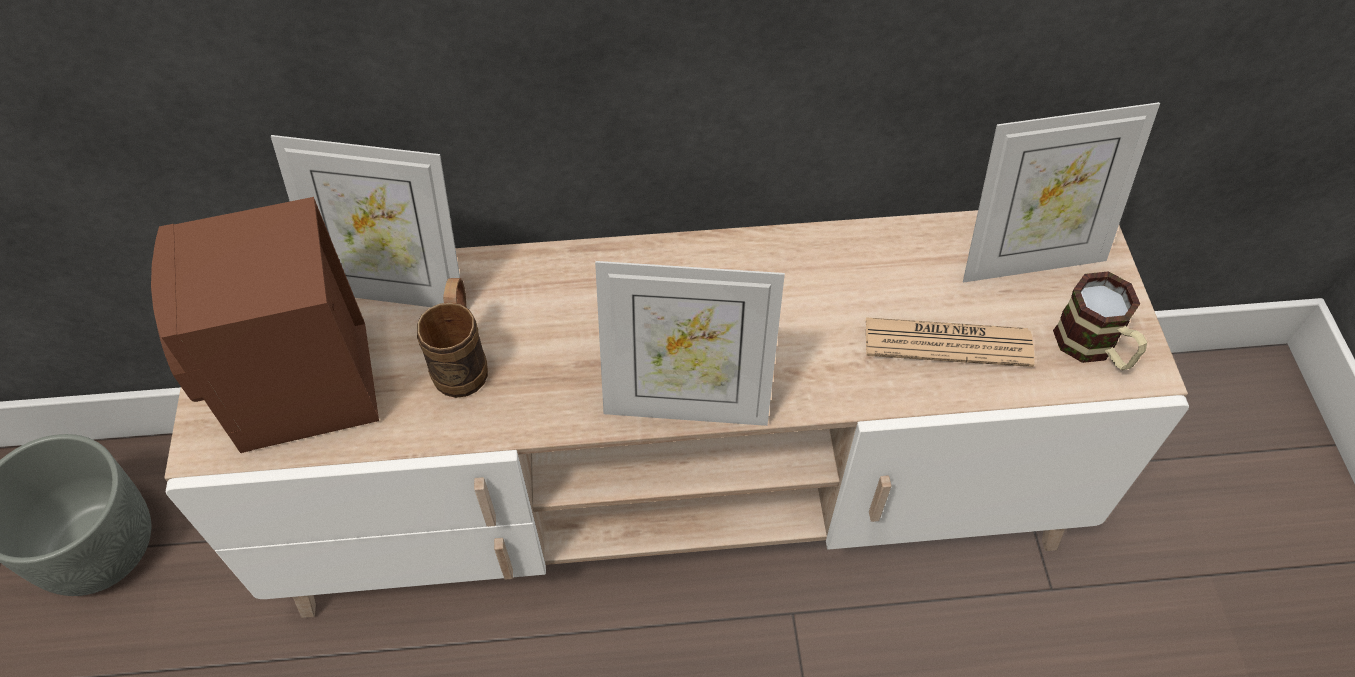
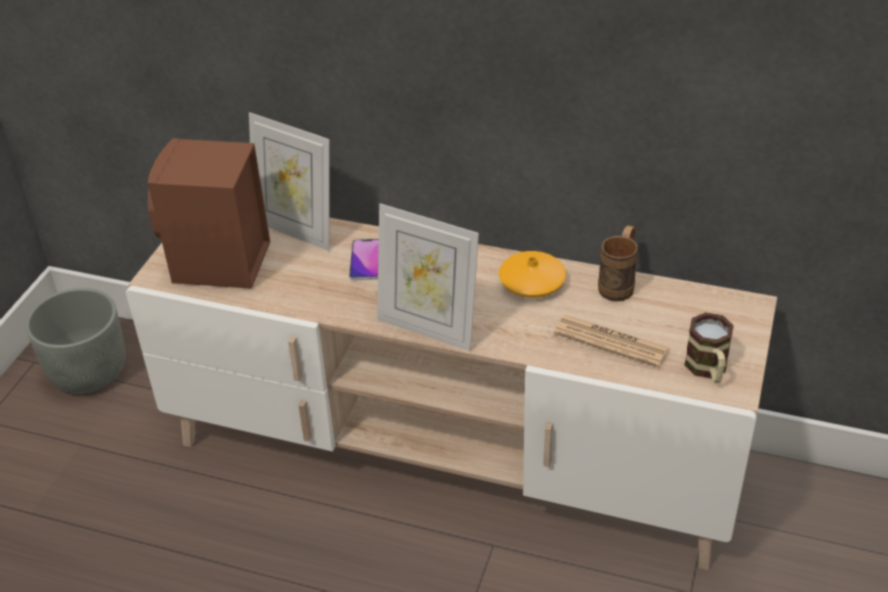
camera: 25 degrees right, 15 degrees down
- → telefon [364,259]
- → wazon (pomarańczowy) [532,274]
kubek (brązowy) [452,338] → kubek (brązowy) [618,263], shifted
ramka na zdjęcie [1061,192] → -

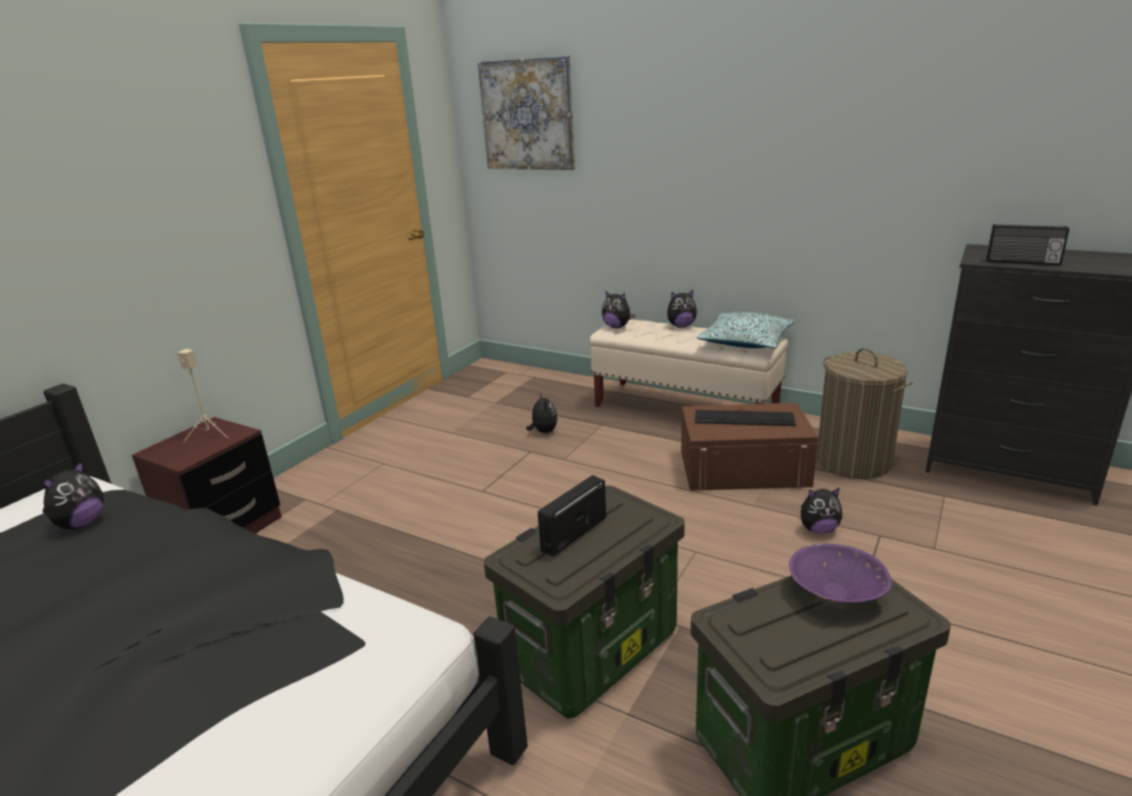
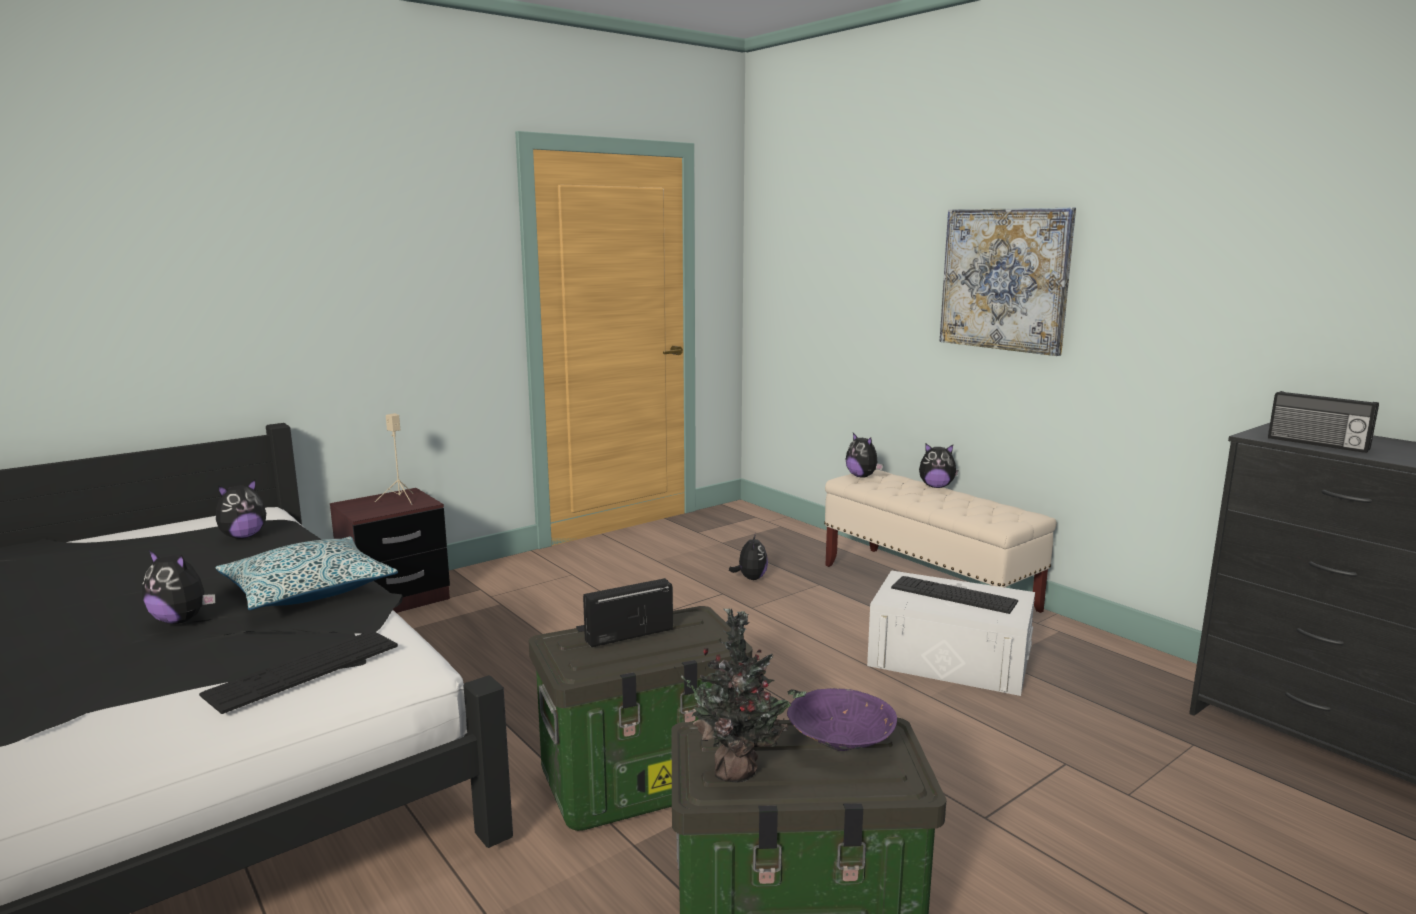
camera: 20 degrees right, 10 degrees down
pluszak [821,511] → pluszak [178,586], shifted
- → klawiatura [298,672]
poduszka [746,330] → poduszka [306,573], shifted
- → roślina doniczkowa [740,695]
pojemnik do przechowywania (brązowy) [749,446] → pojemnik do przechowywania (biały) [951,633]
obraz [526,112] → obraz [1008,281], shifted
kosz na pranie [865,413] → -

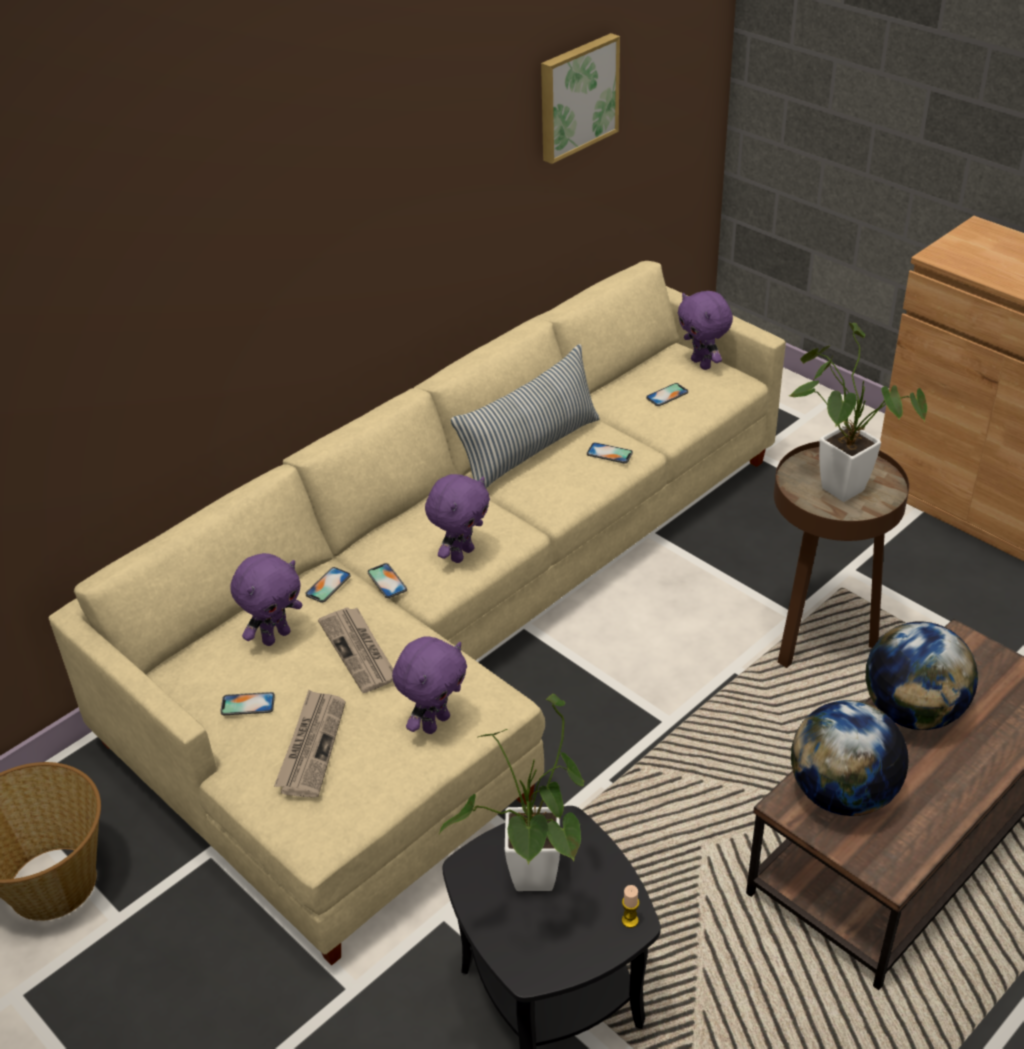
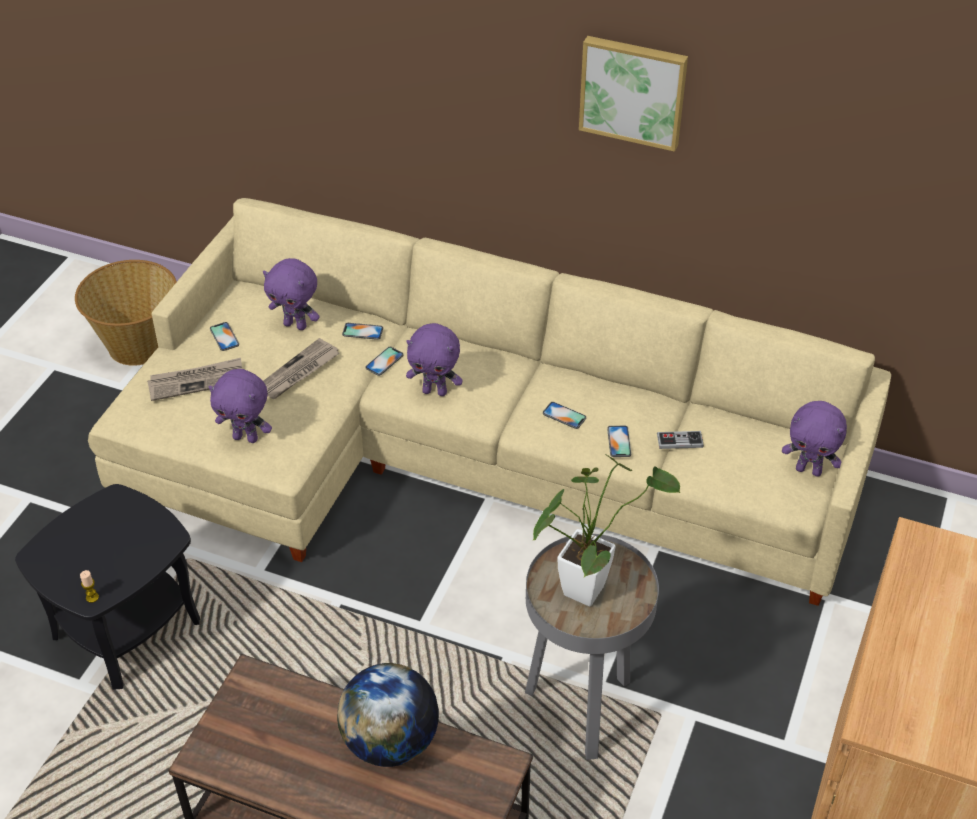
camera: 65 degrees right, 5 degrees up
stolik (brązowy) [841,554] → stolik (szary) [592,647]
telefon [667,394] → telefon [564,415], shifted
obraz [580,98] → obraz [633,94], shifted
- → pad do gier [680,440]
pluszak (fioletowy) [705,330] → pluszak (fioletowy) [814,439], 105 degrees counterclockwise
roślina doniczkowa [511,792] → -
poduszka [525,416] → -
globus [849,758] → -

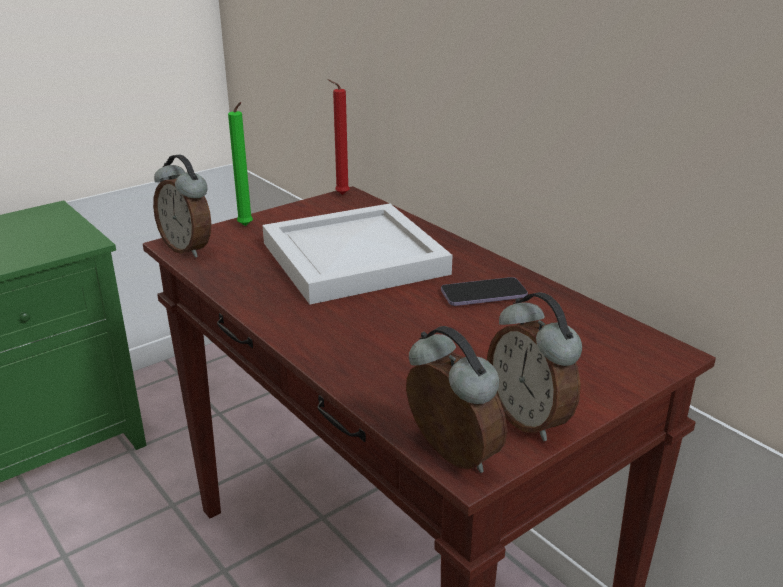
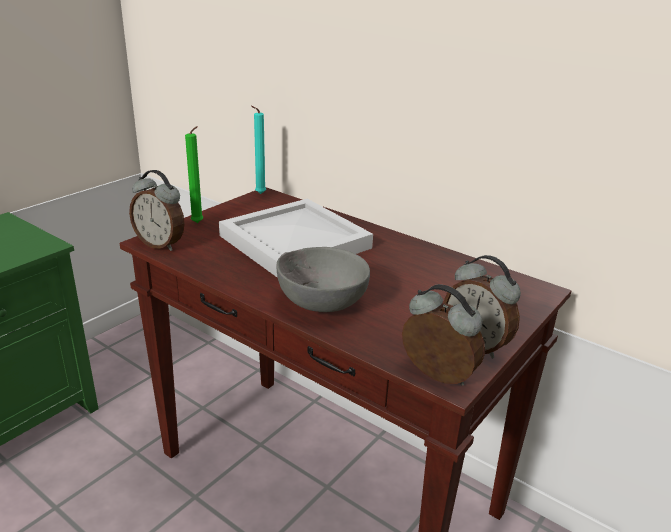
camera: 15 degrees left, 0 degrees up
świeca (czerwony) [338,137] → świeca (turkusowy) [258,150]
- → miska (szary) [323,279]
telefon [484,291] → -

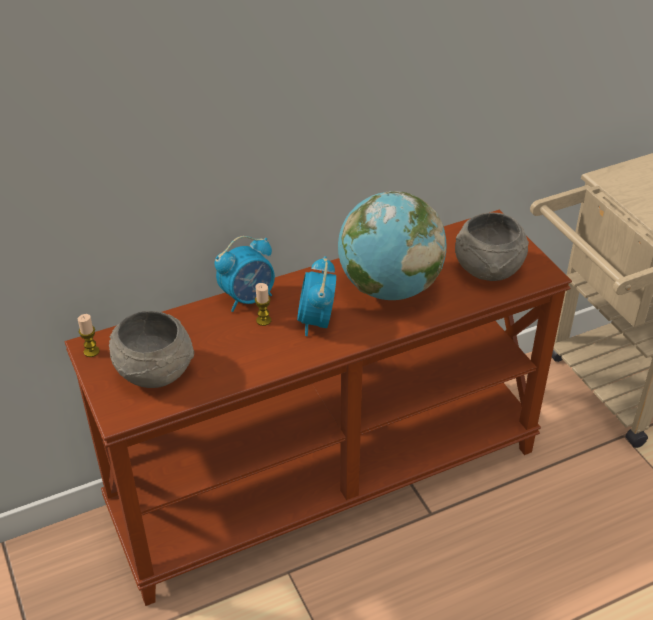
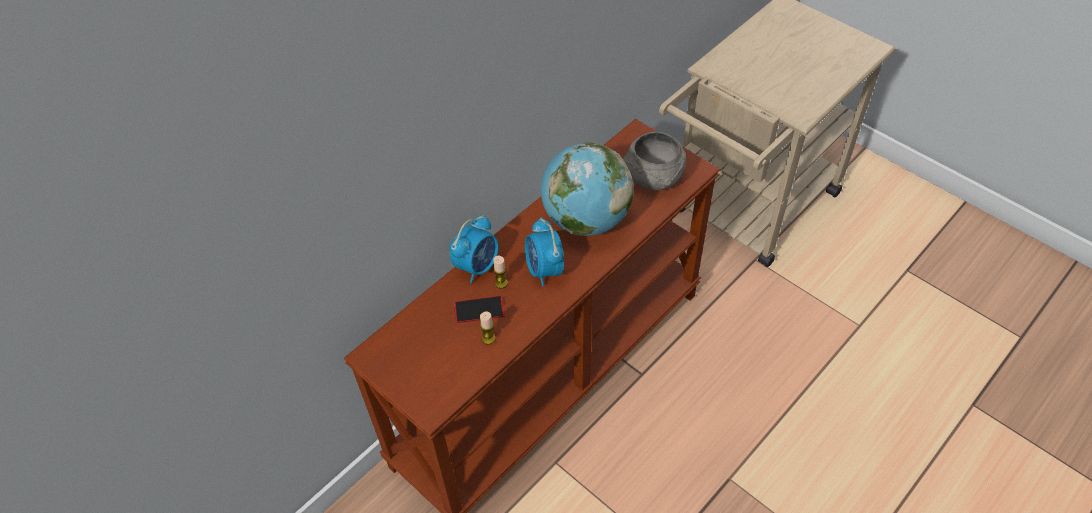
camera: 20 degrees left, 10 degrees up
- → telefon [479,309]
świeca [89,335] → świeca [488,327], shifted
miska (szary) [151,349] → -

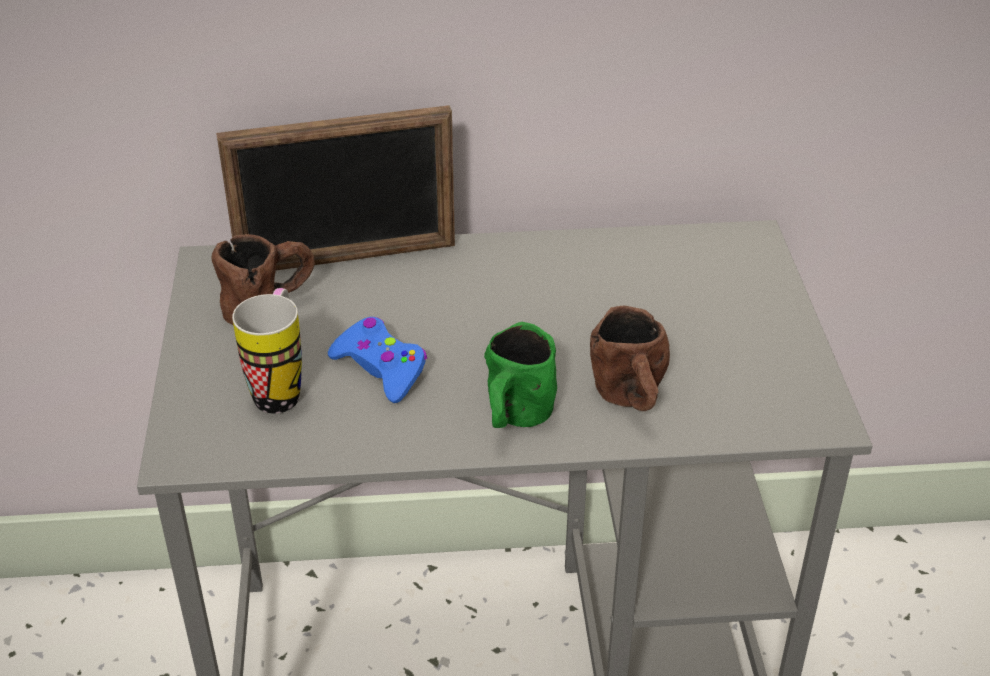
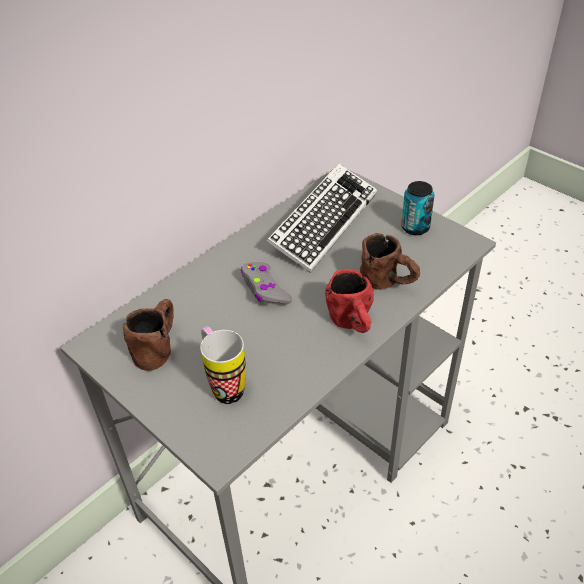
camera: 40 degrees left, 5 degrees up
- → pad do gier (szary) [266,283]
- → klawiatura [321,218]
kubek (zielony) [520,375] → kubek (czerwony) [349,301]
- → puszka [417,208]
ramka na zdjęcie [335,187] → -
pad do gier (niebieski) [377,360] → -

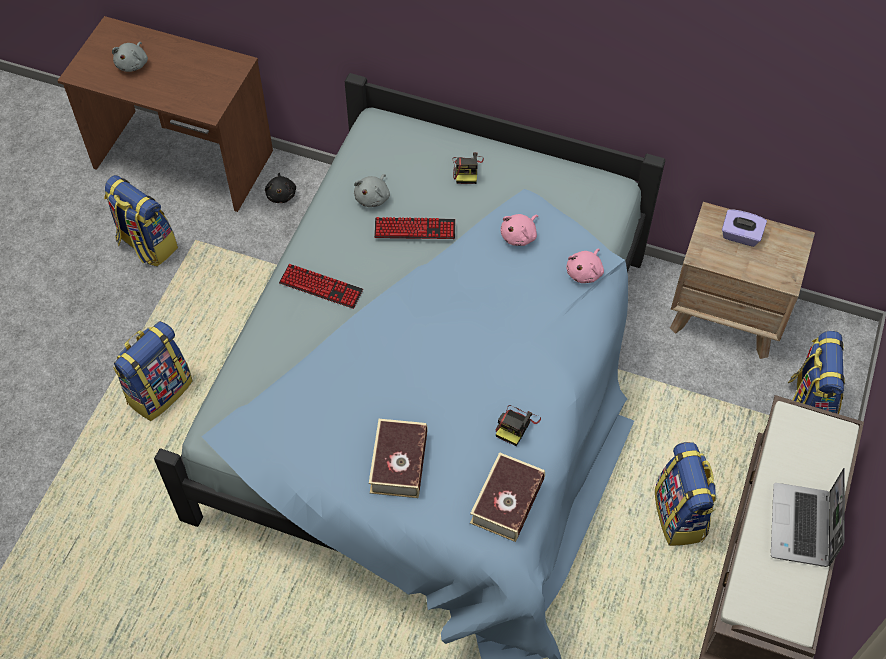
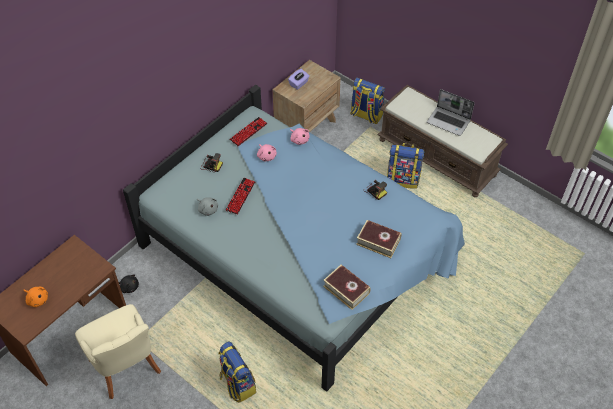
camera: 70 degrees left, 5 degrees down
pluszak (szary) [130,57] → pluszak (pomarańczowy) [35,297]
plecak [141,220] → krzesło (beżowy) [118,351]
klawiatura [321,286] → klawiatura [248,131], shifted
książka [507,497] → książka [346,287], shifted

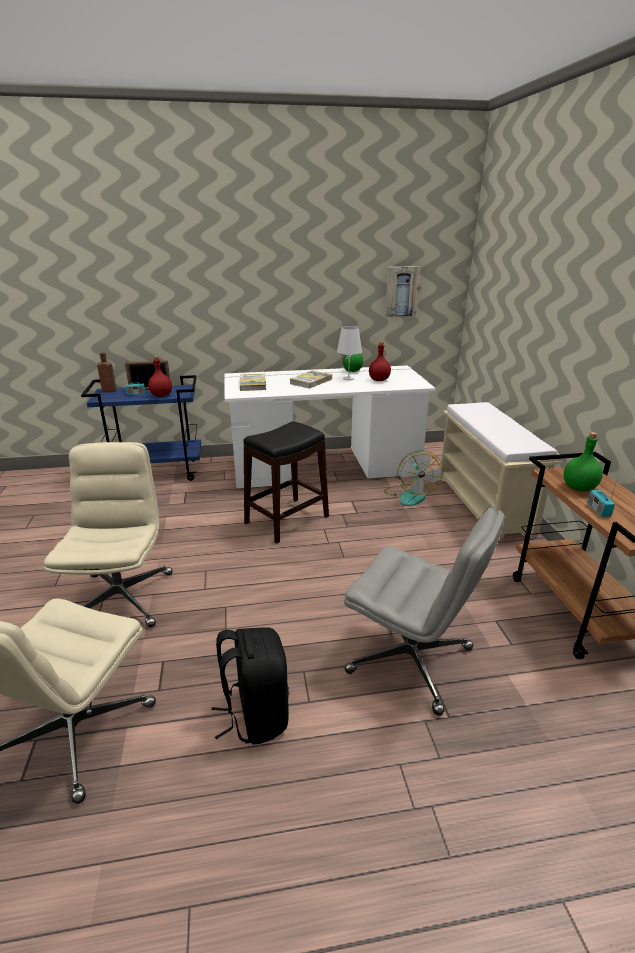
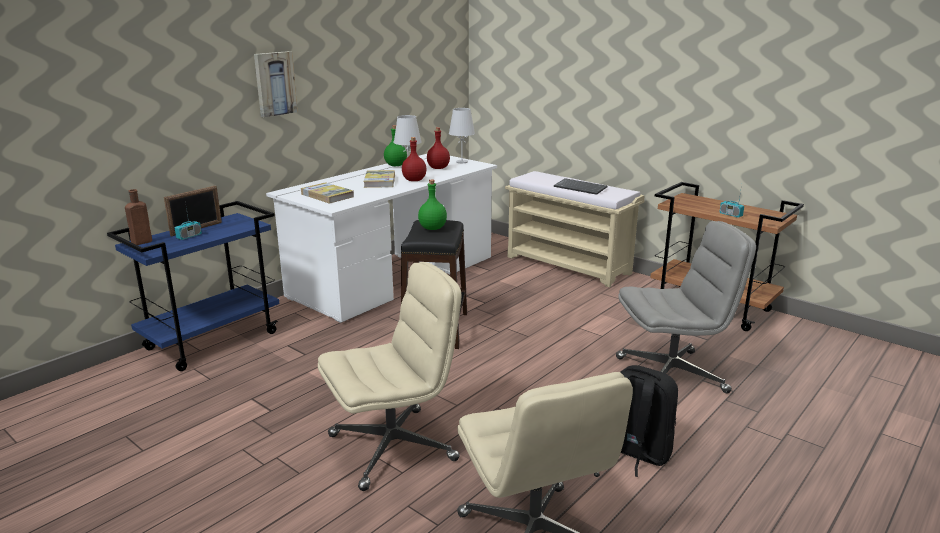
camera: 40 degrees left, 5 degrees down
obraz [402,291] → obraz [276,84], shifted
krzesło biurowe (beżowy) [108,534] → krzesło biurowe (beżowy) [389,376], 105 degrees clockwise
butelka (czerwony) [160,376] → butelka (czerwony) [414,159], shifted
butelka (zielony) [583,462] → butelka (zielony) [432,205], shifted
- → lampa stołowa (biały) [462,135]
- → klawiatura [580,186]
wentylator [413,478] → -

